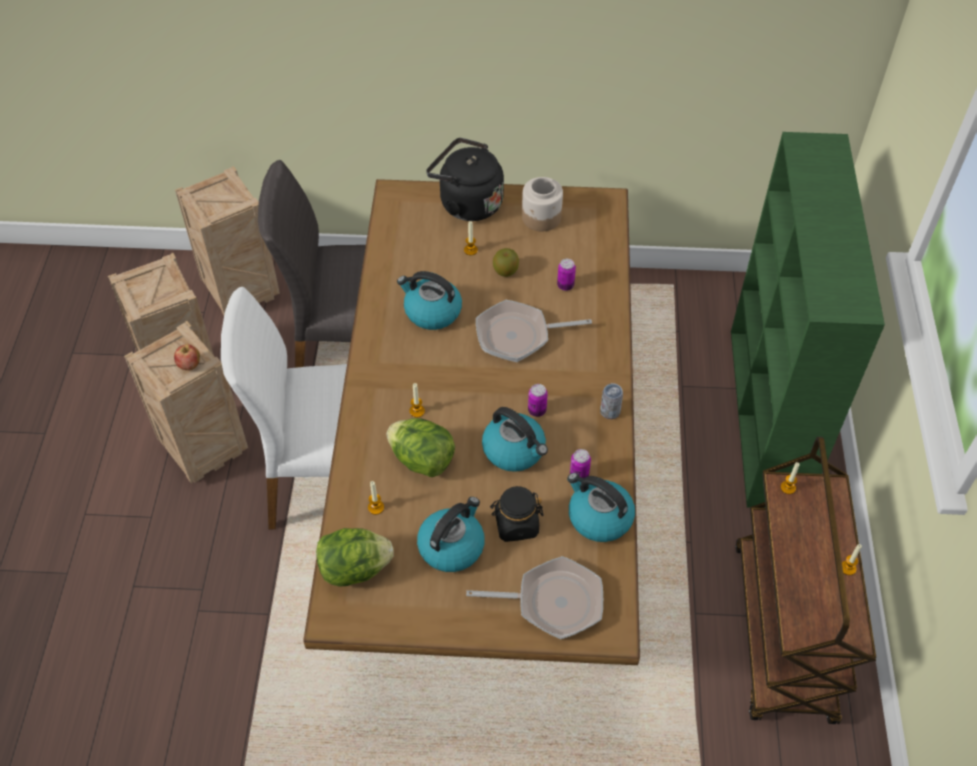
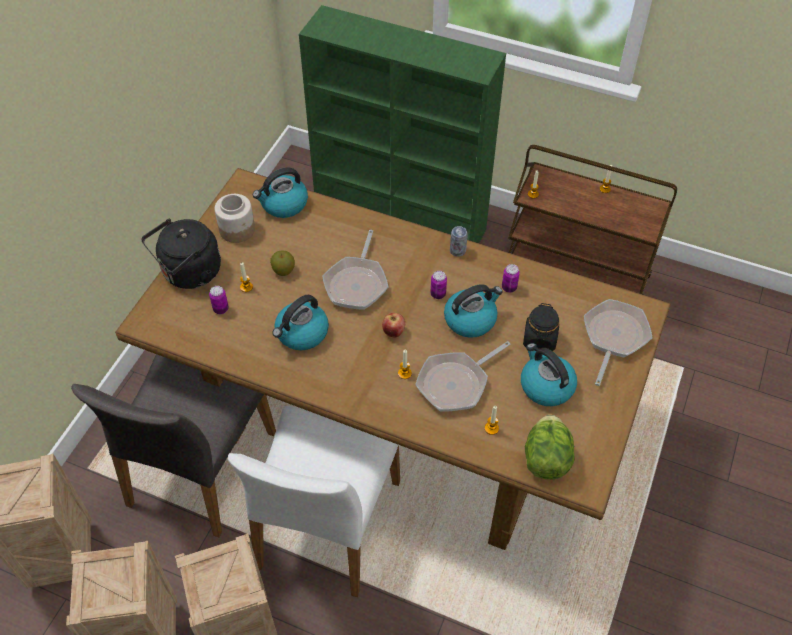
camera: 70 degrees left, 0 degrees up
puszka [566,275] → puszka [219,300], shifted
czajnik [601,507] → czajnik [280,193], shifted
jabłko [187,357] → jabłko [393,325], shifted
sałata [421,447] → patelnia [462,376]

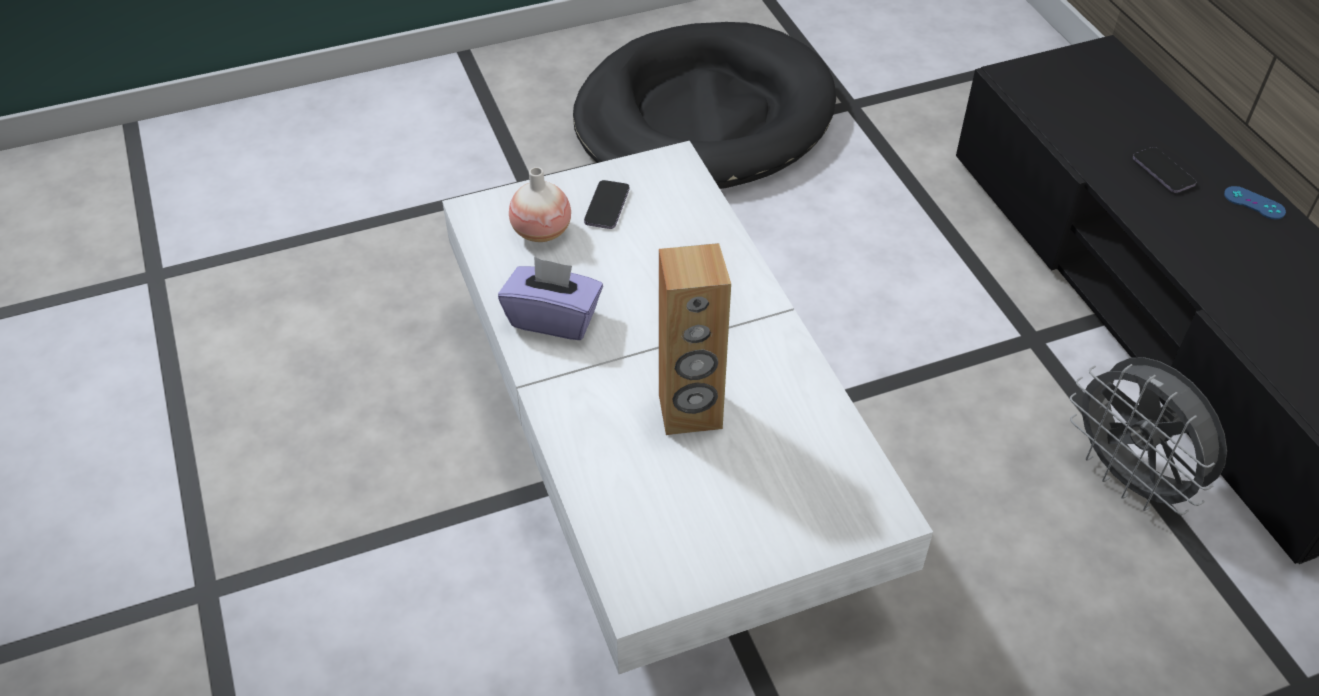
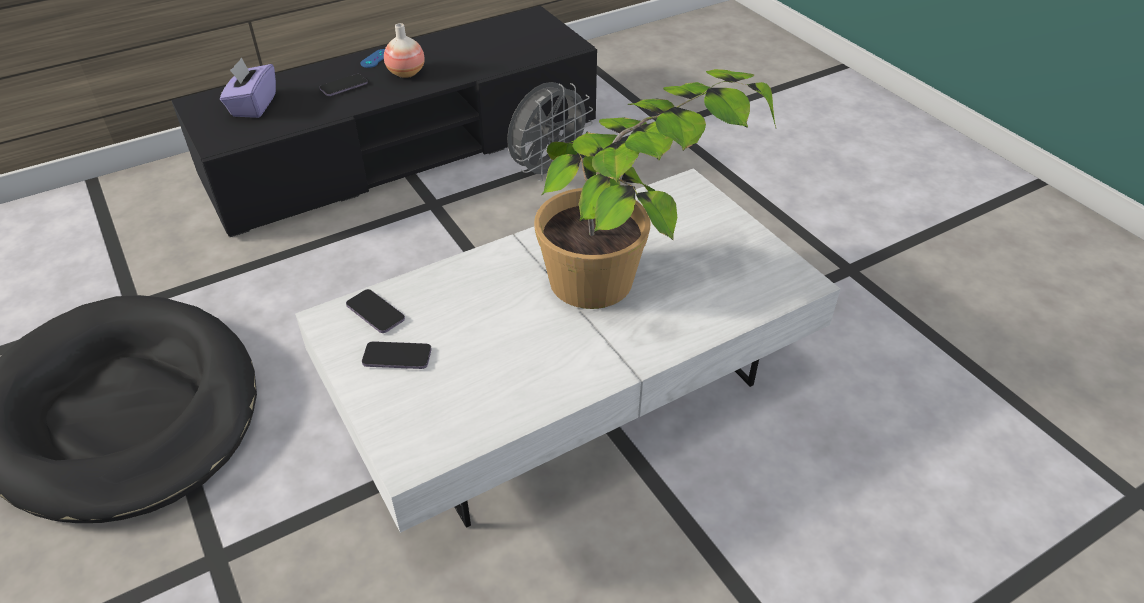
camera: 100 degrees left, 5 degrees down
pudełko chusteczek (fioletowy) [550,298] → pudełko chusteczek (fioletowy) [248,87], shifted
- → telefon [375,311]
wazon [540,204] → wazon [404,50], shifted
głośnik (brązowy) [695,339] → roślina doniczkowa [655,189]

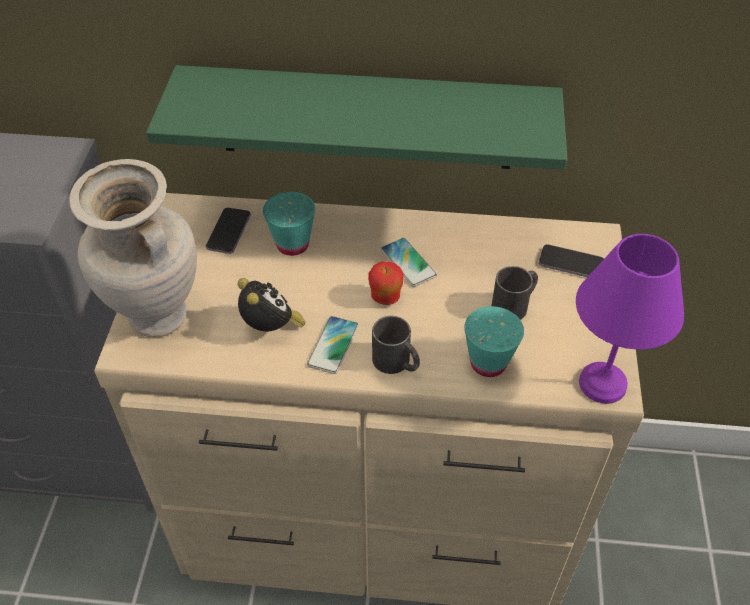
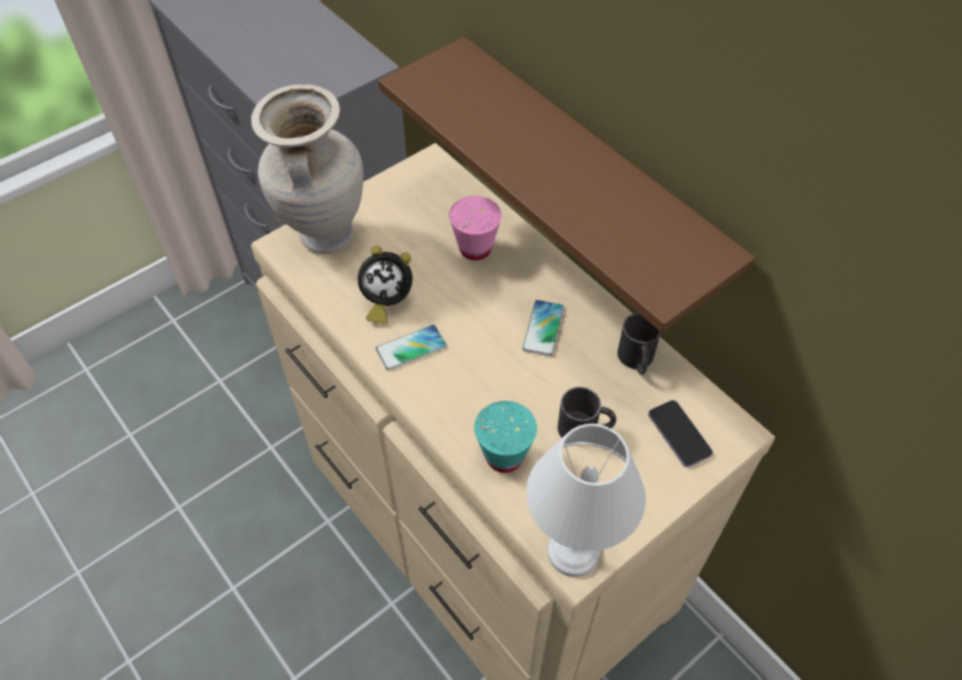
camera: 45 degrees right, 5 degrees up
budzik [271,304] → budzik [385,285], 75 degrees clockwise
półka (zielony) [356,117] → półka (brązowy) [566,185]
filiżanka (turkusowy) [289,224] → filiżanka (różowy) [475,228]
lampa stołowa (fioletowy) [630,319] → lampa stołowa (biały) [586,500]
kubek (czarny) [396,345] → kubek (czarny) [639,344], shifted
telefon [228,231] → -
jabłko [386,283] → -

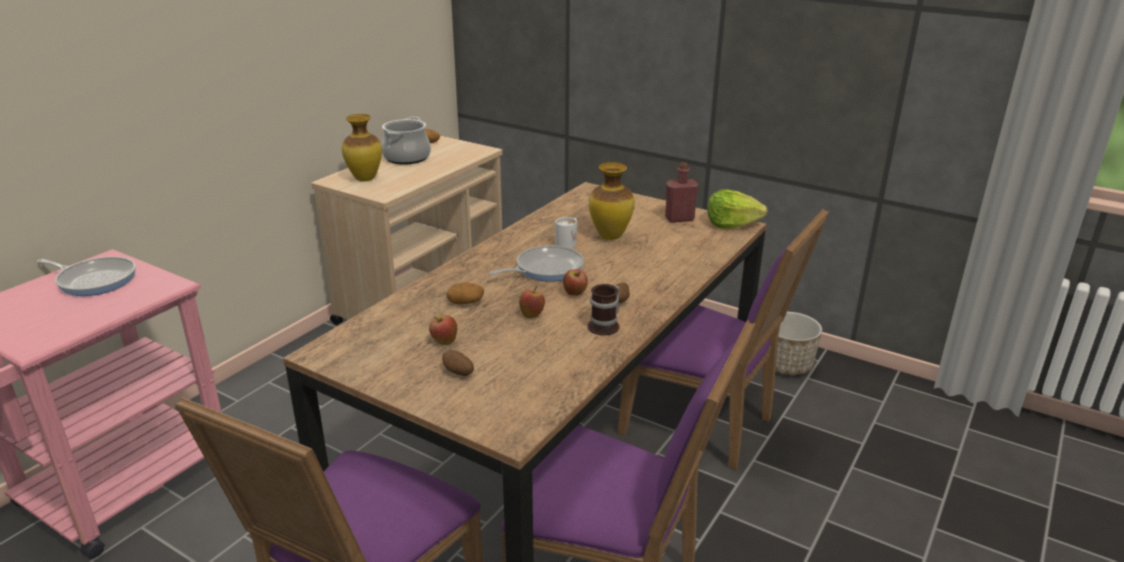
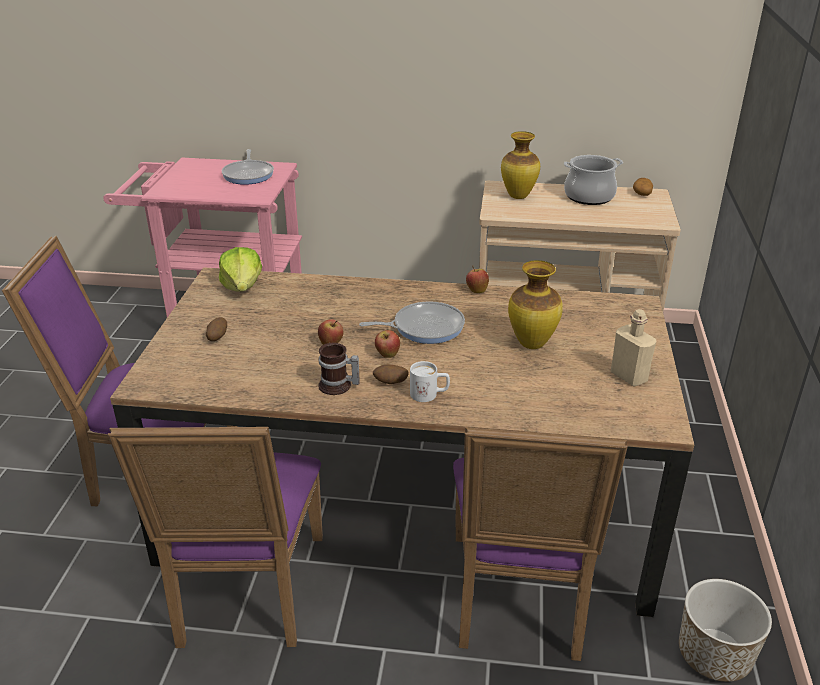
camera: 65 degrees right, 5 degrees up
sałata [738,209] → sałata [240,269], shifted
patelnia [536,263] → patelnia [412,322], 45 degrees counterclockwise
kubek (biały) [566,232] → kubek (biały) [430,381], shifted
jabłko [443,330] → jabłko [477,279], shifted
butelka (czerwony) [681,192] → butelka (beżowy) [633,347]
ziemniak [465,293] → -

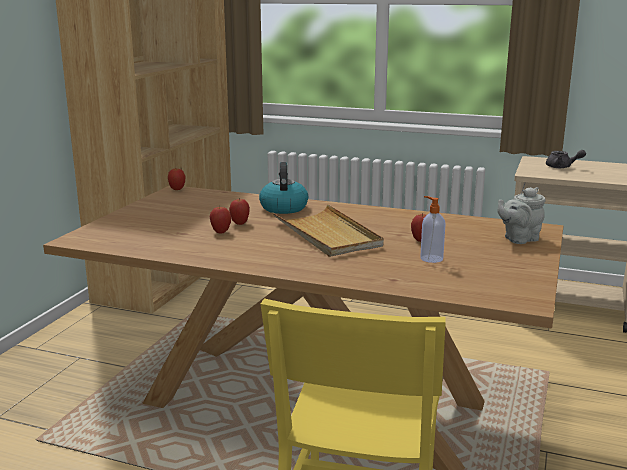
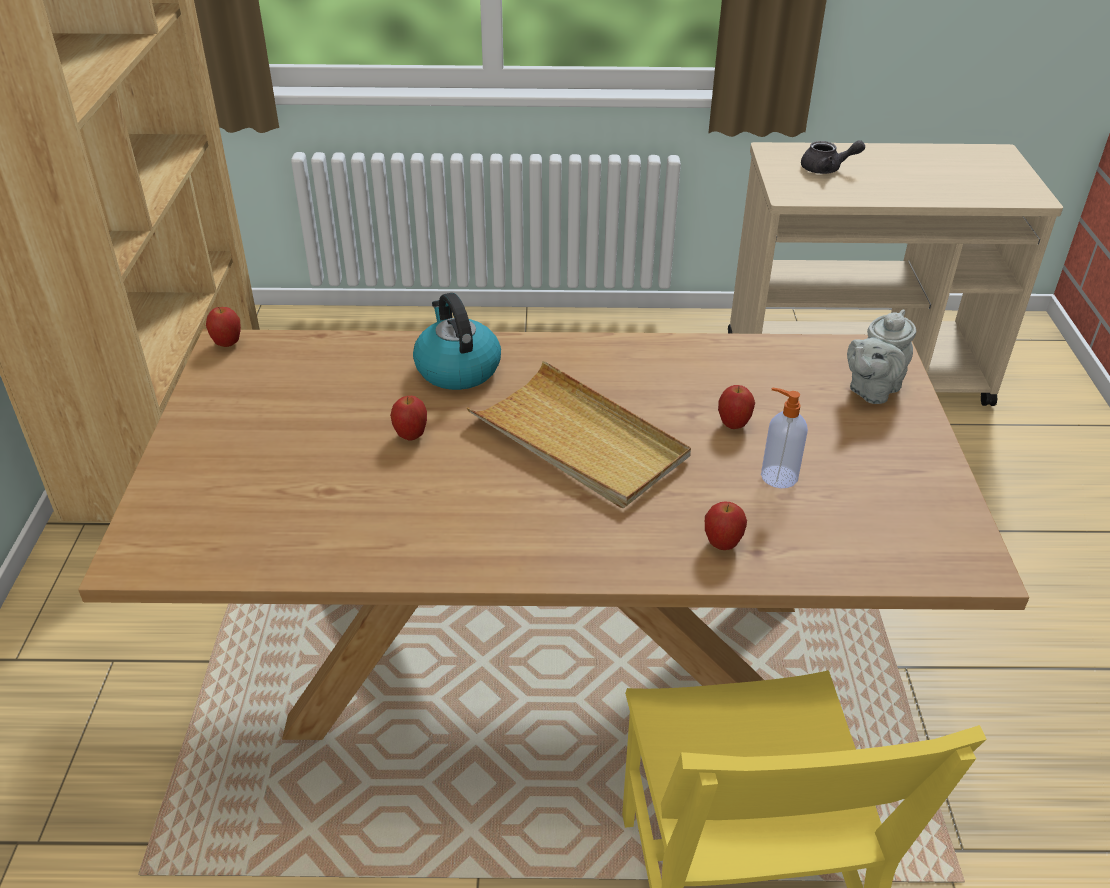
camera: 20 degrees left, 20 degrees up
jabłko [220,220] → jabłko [726,526], shifted

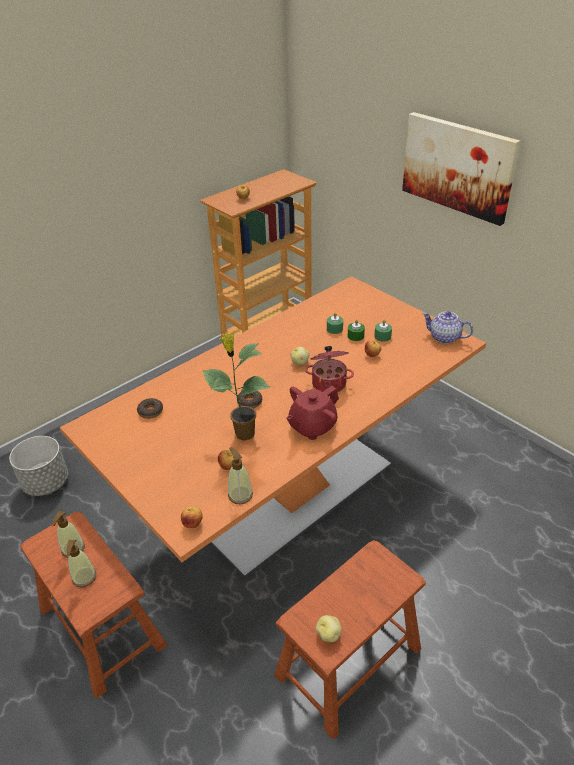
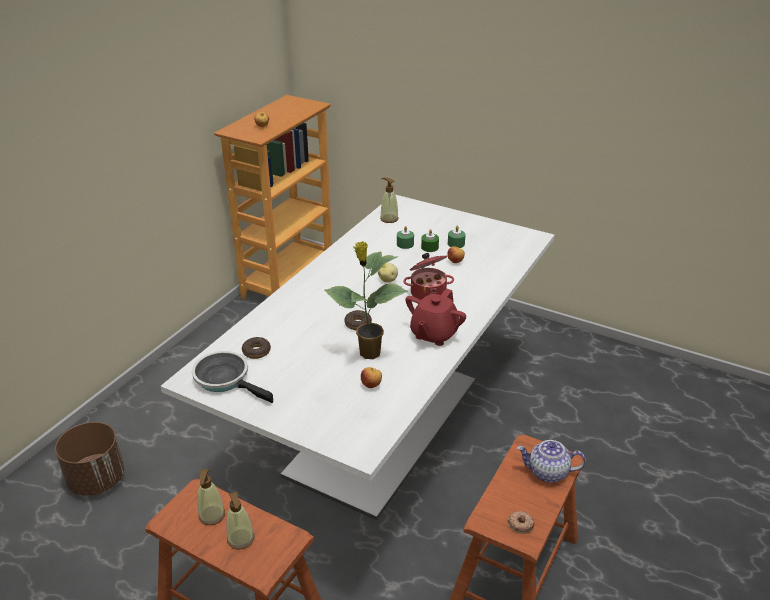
camera: 20 degrees left, 5 degrees down
donica (szary) [38,466] → donica (brązowy) [89,459]
stół jadalny (pomarańczowy) [273,427] → stół jadalny (biały) [358,357]
- → patelnia [232,377]
dozownik mydła [240,475] → dozownik mydła [389,200], shifted
ziemniak [329,628] → donut [521,522]
imbryk [447,327] → imbryk [551,461], shifted
jabłko [192,517] → -
obraz [461,169] → -

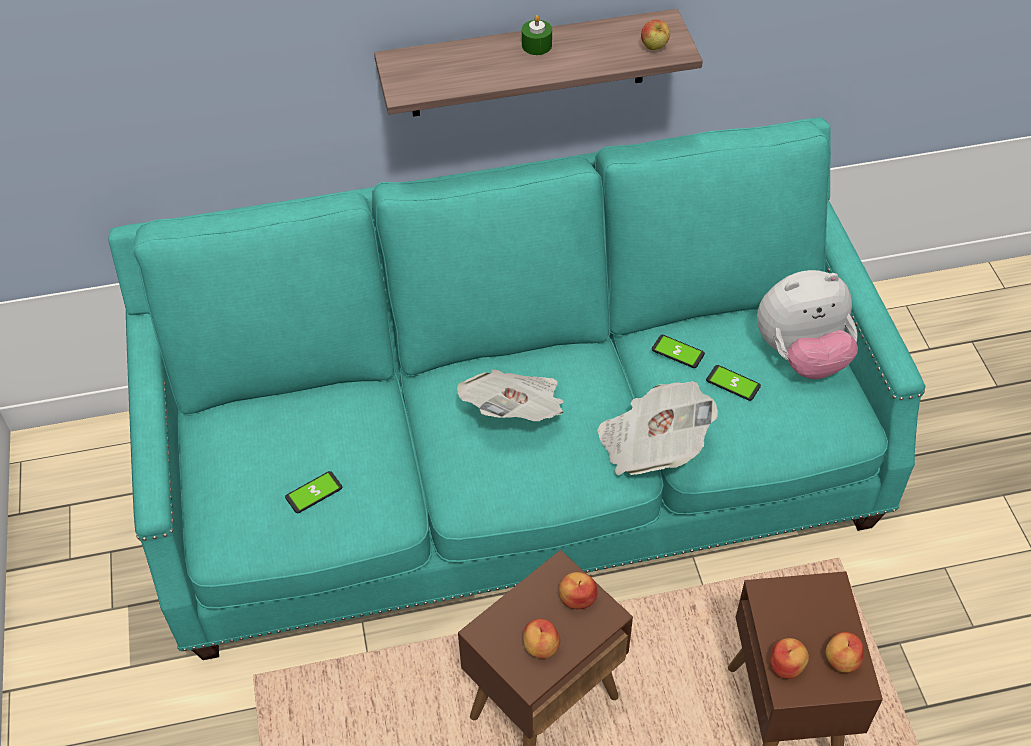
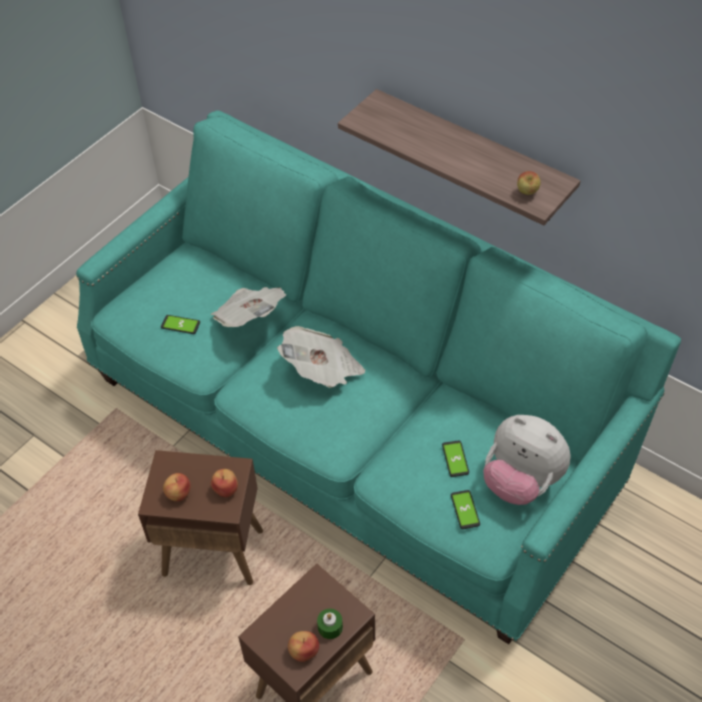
camera: 50 degrees right, 0 degrees up
gazeta [657,428] → gazeta [248,307], shifted
świeca (zielony) [537,35] → świeca (zielony) [330,624], shifted
telefon [678,351] → telefon [465,509], shifted
jabłko [789,658] → -

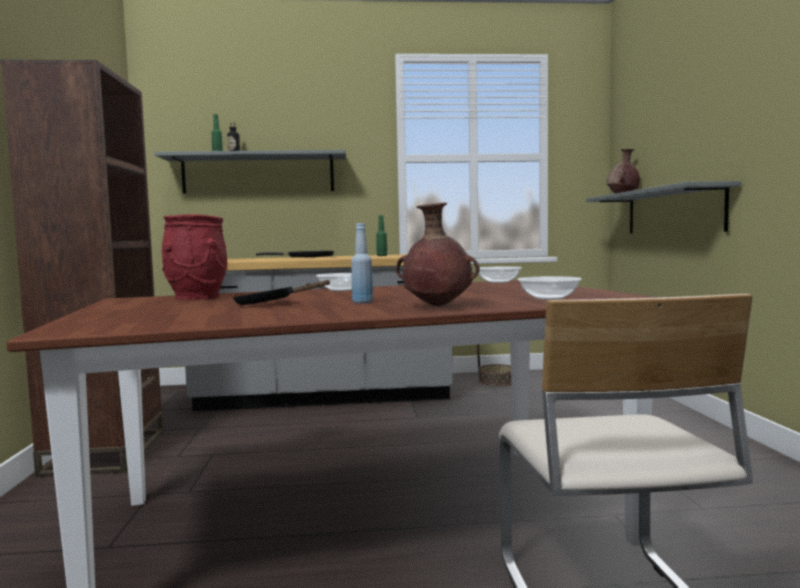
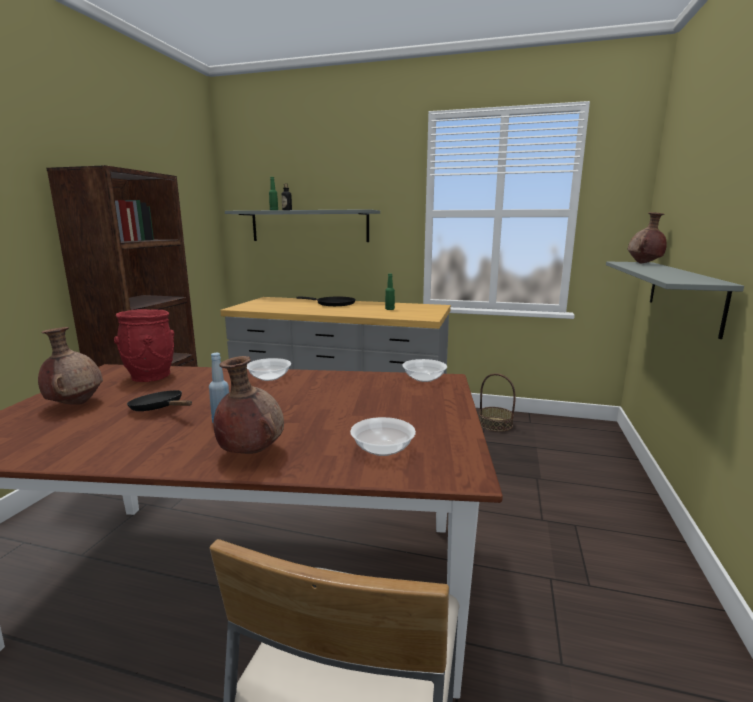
camera: 20 degrees right, 10 degrees up
- → wazon (brązowy) [70,366]

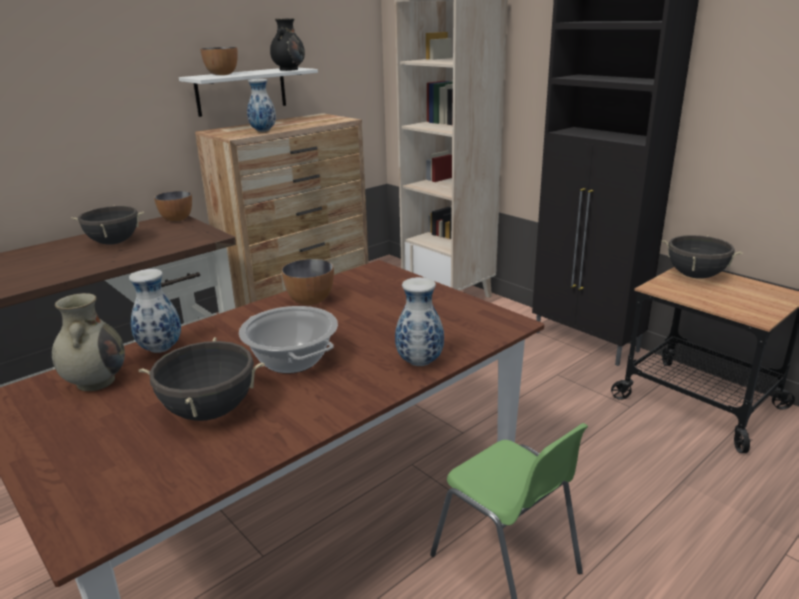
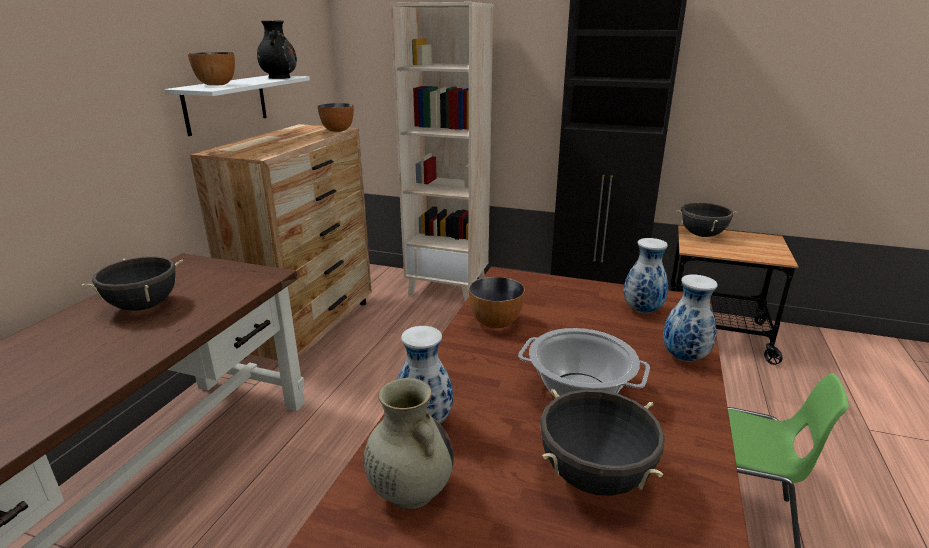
camera: 30 degrees left, 0 degrees up
miska [173,206] → miska [336,117], shifted
wazon [261,105] → wazon [646,276], shifted

